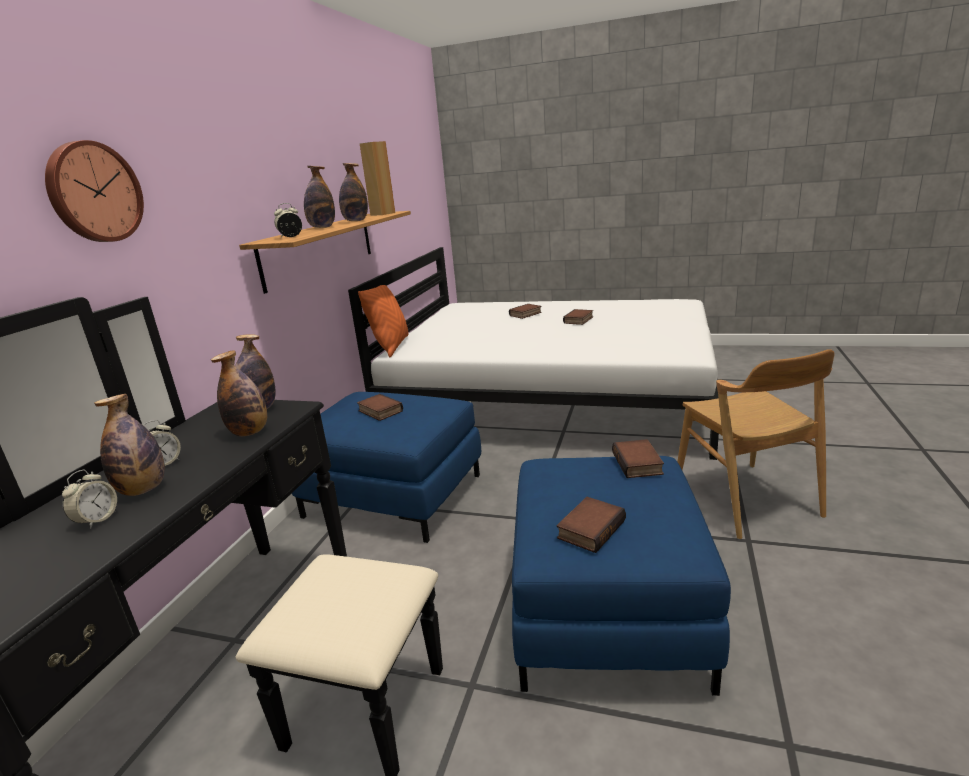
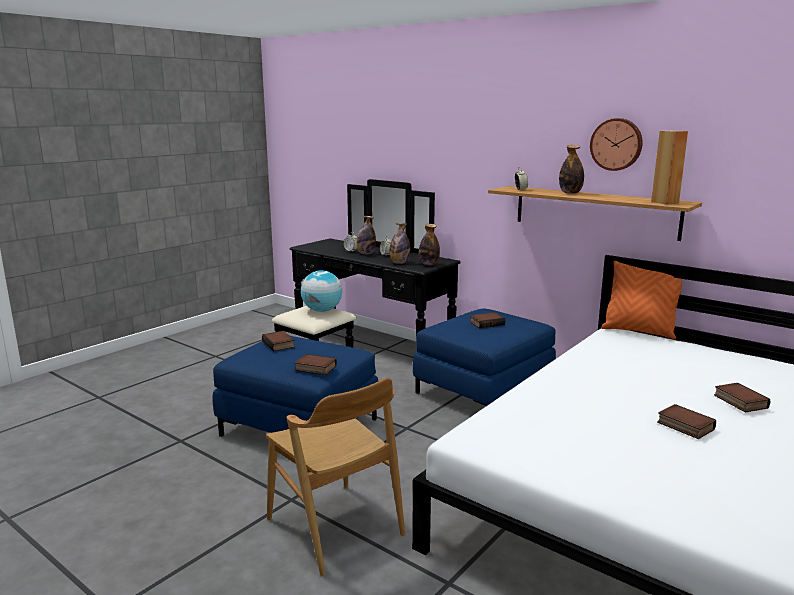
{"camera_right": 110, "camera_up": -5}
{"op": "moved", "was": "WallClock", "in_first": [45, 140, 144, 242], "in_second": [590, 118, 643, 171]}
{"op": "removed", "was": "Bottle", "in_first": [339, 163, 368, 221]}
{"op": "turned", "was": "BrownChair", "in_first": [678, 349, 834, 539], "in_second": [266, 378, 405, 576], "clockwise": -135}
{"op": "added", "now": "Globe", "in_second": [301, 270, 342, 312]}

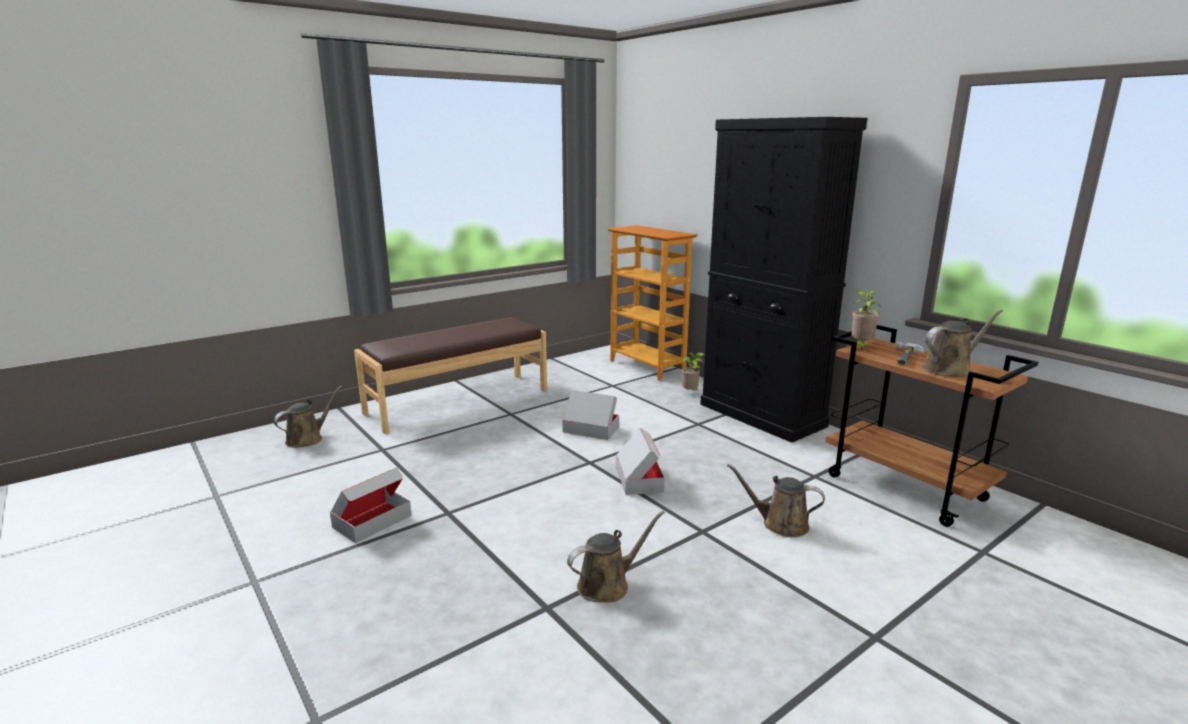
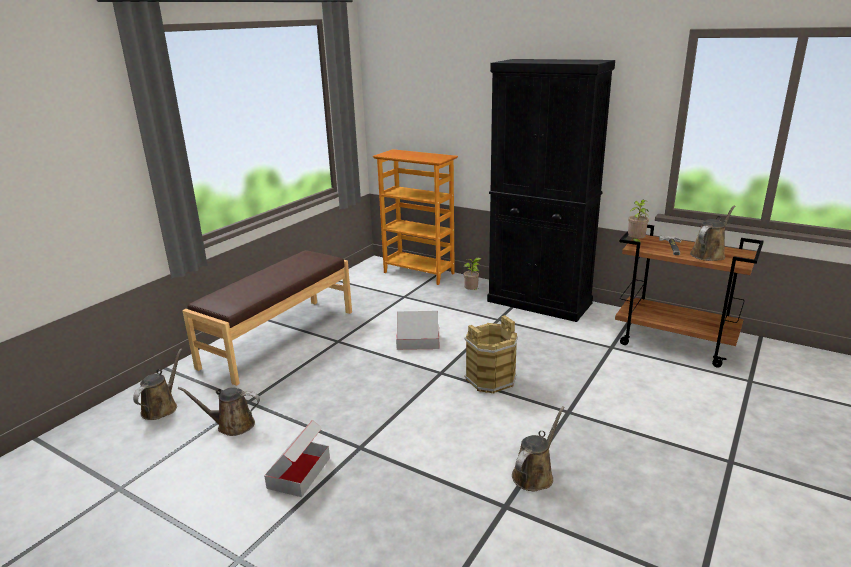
{"camera_right": -20, "camera_up": 5}
{"op": "replaced", "was": "CardboardBox", "now": "BrownBucket", "in_first": [616, 428, 664, 495], "in_second": [464, 315, 518, 393]}
{"op": "moved", "was": "BrownWateringCan", "in_first": [727, 464, 825, 537], "in_second": [178, 387, 260, 436]}

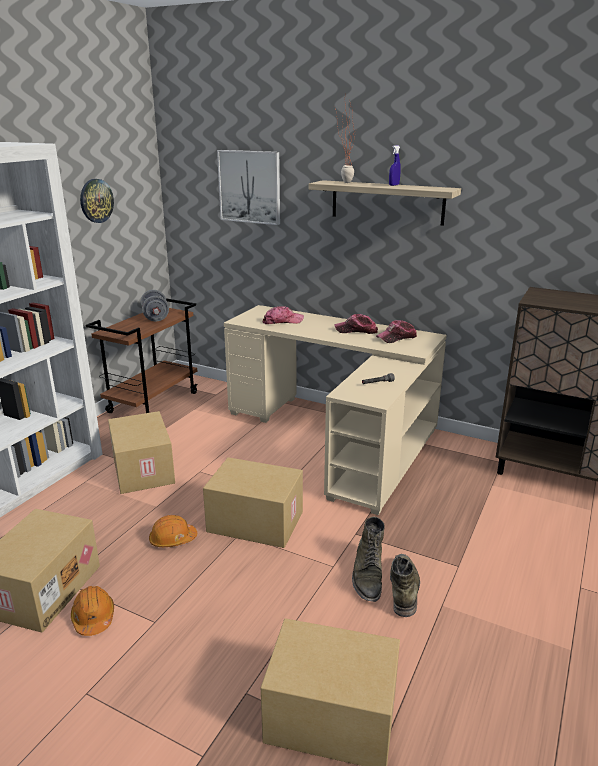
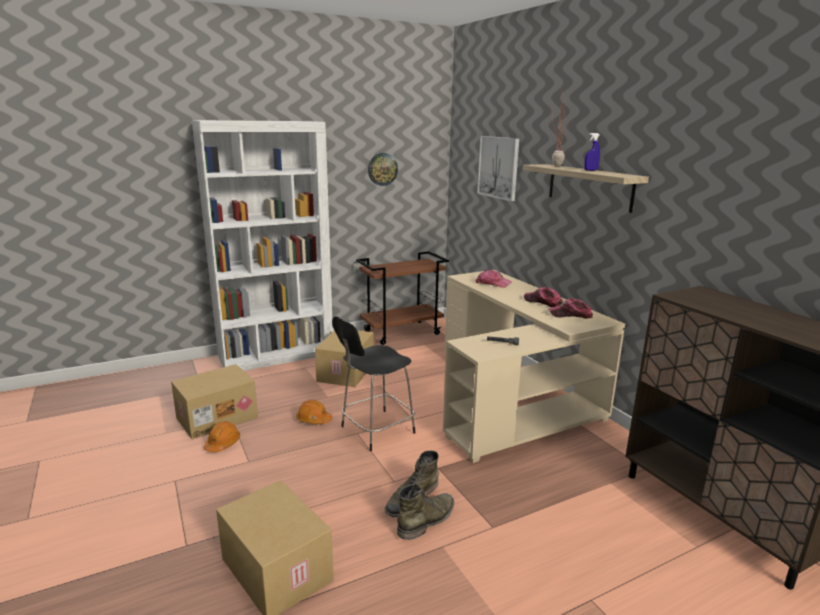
{"camera_right": 35, "camera_up": -5}
{"op": "removed", "was": "GreyDumbbell", "in_first": [141, 290, 169, 322]}
{"op": "replaced", "was": "CardboardBox", "now": "BlackChair", "in_first": [203, 457, 303, 548], "in_second": [332, 316, 415, 451]}

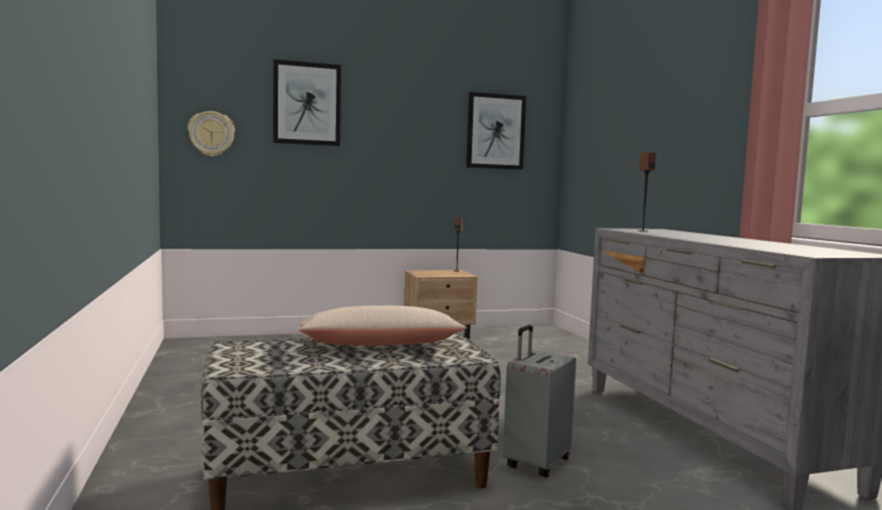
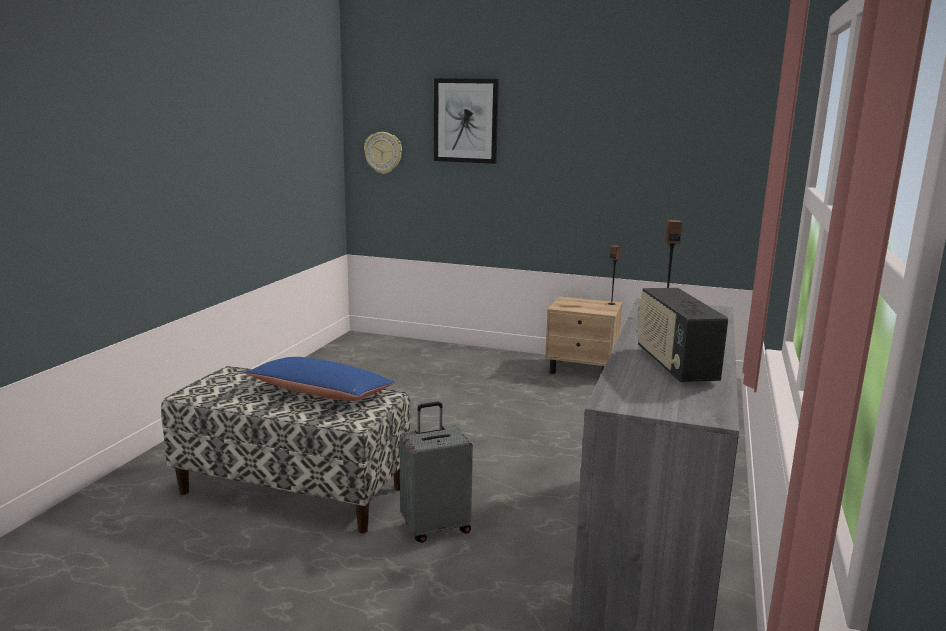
{"camera_right": 35, "camera_up": 10}
{"op": "removed", "was": "Picture", "in_first": [466, 92, 526, 170]}
{"op": "recoloured", "was": "BeigePillow", "now": "BluePillow", "in_first": [298, 306, 467, 346], "in_second": [244, 357, 395, 401]}
{"op": "added", "now": "Radio", "in_second": [637, 288, 728, 382]}

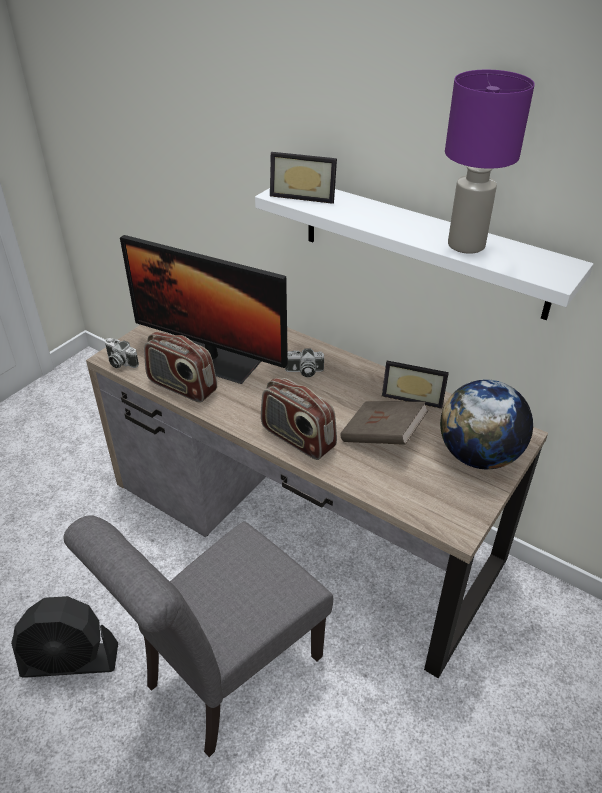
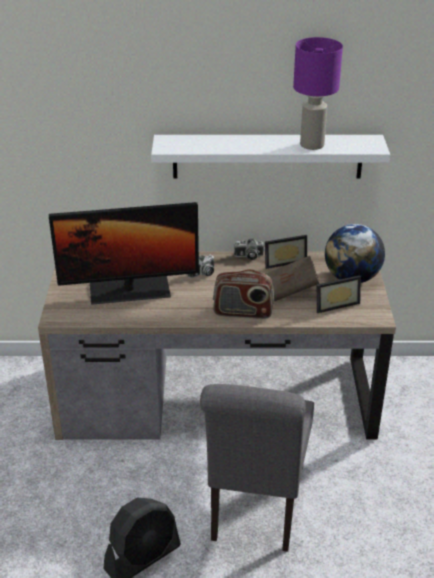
{"camera_right": -35, "camera_up": -5}
{"op": "moved", "was": "PictureFrame", "in_first": [270, 152, 337, 204], "in_second": [317, 275, 361, 313]}
{"op": "removed", "was": "Radio", "in_first": [144, 332, 217, 403]}
{"op": "moved", "was": "PhotoCamera", "in_first": [105, 338, 139, 368], "in_second": [234, 239, 264, 260]}

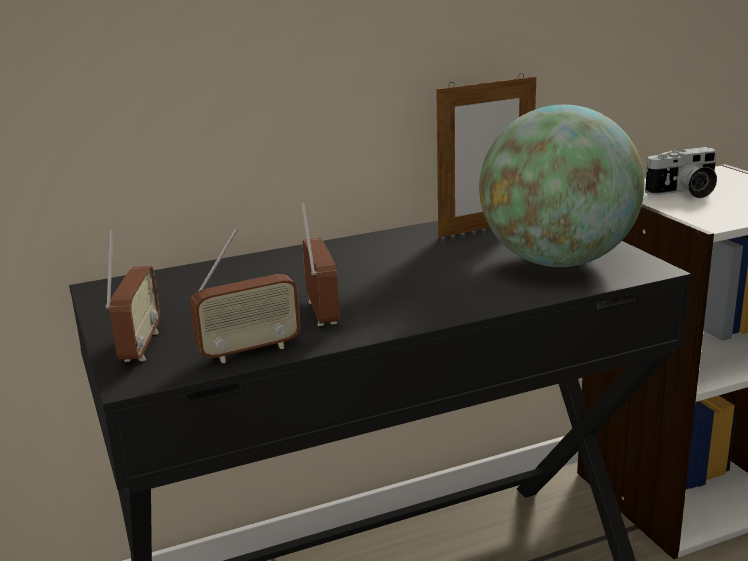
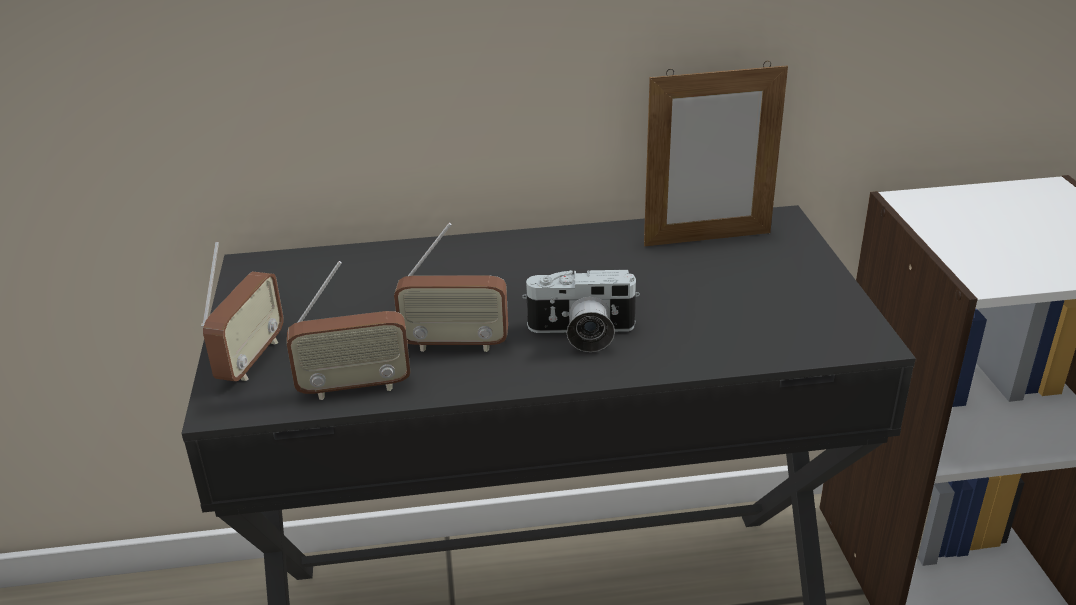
{"camera_right": 15, "camera_up": 10}
{"op": "removed", "was": "Globe", "in_first": [479, 105, 645, 267]}
{"op": "moved", "was": "PhotoCamera", "in_first": [645, 147, 717, 198], "in_second": [522, 269, 640, 352]}
{"op": "turned", "was": "Radio", "in_first": [301, 203, 340, 326], "in_second": [394, 223, 508, 352], "clockwise": 90}

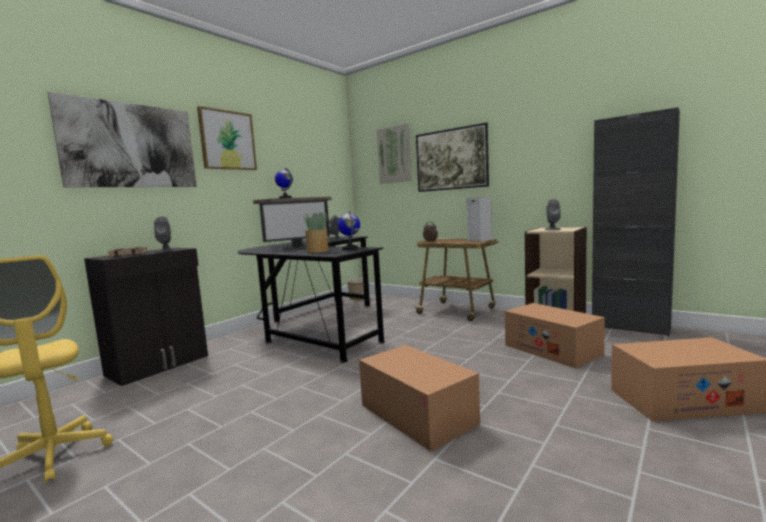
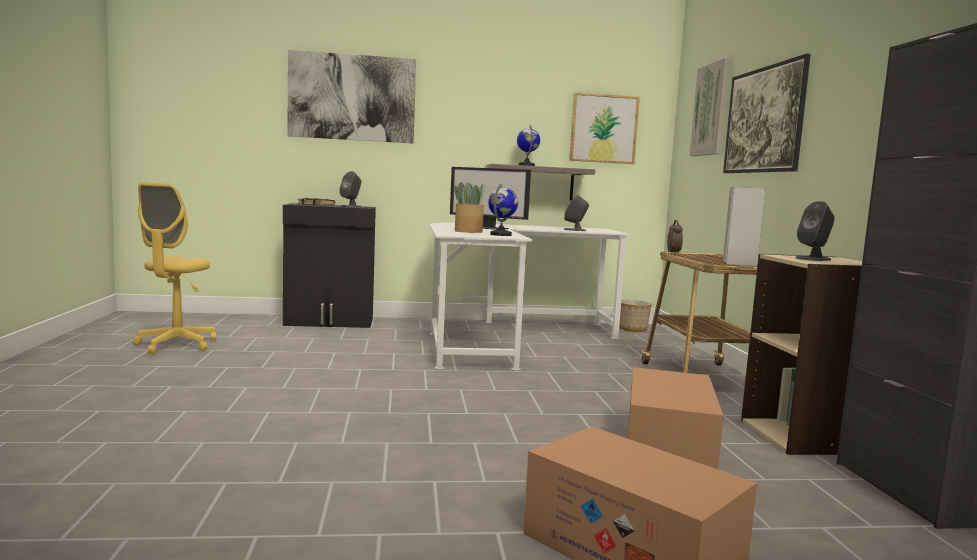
{"camera_right": 45, "camera_up": 0}
{"op": "moved", "was": "Picture", "in_first": [197, 106, 257, 170], "in_second": [569, 92, 640, 164]}
{"op": "recoloured", "was": "BlackDesk", "now": "WhiteDesk", "in_first": [238, 236, 385, 363], "in_second": [430, 223, 630, 371]}
{"op": "removed", "was": "CardboardBox", "in_first": [359, 345, 480, 452]}

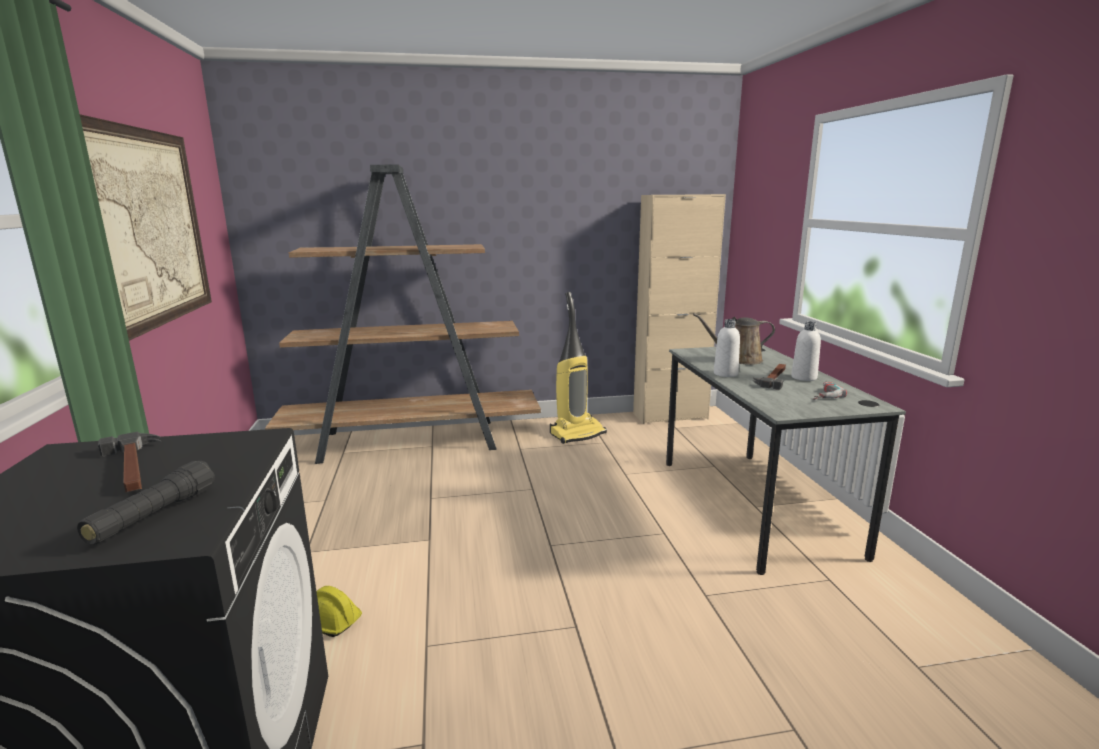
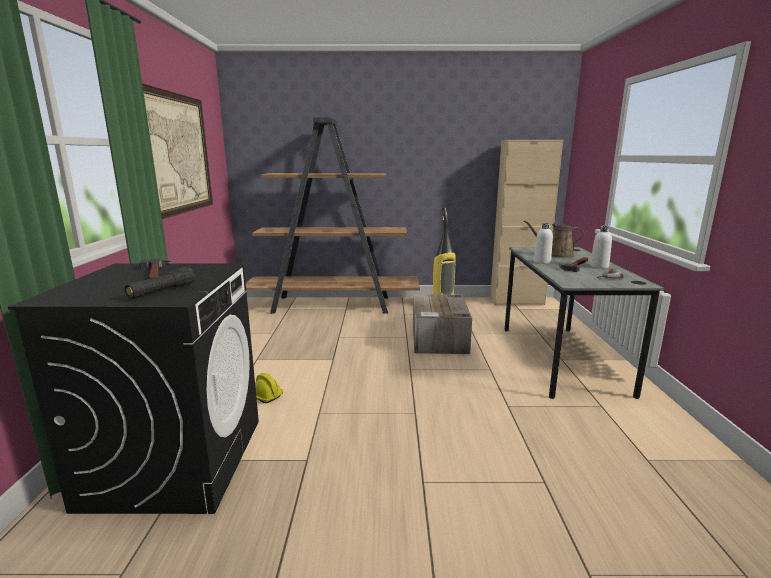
{"camera_right": 10, "camera_up": 0}
{"op": "added", "now": "CardboardBox", "in_second": [413, 294, 472, 354]}

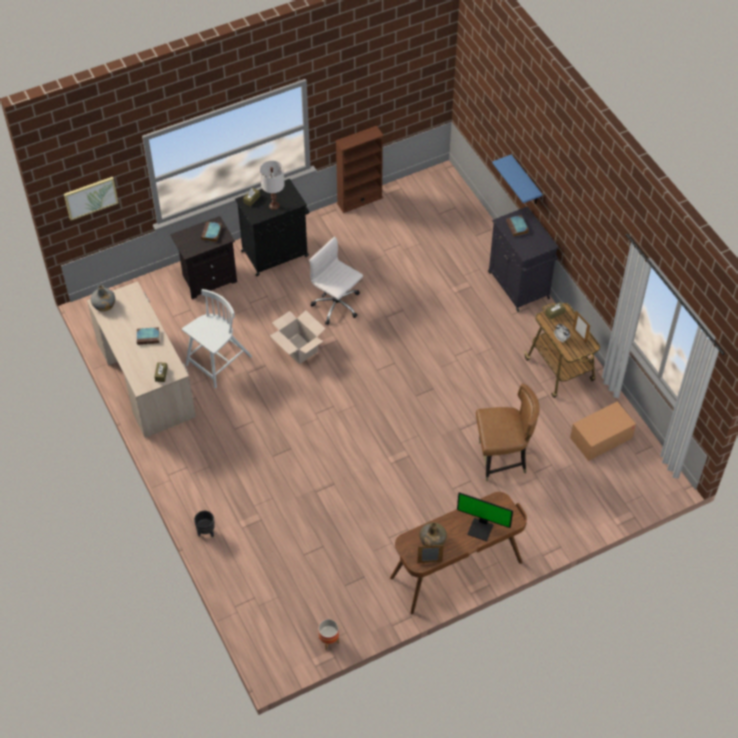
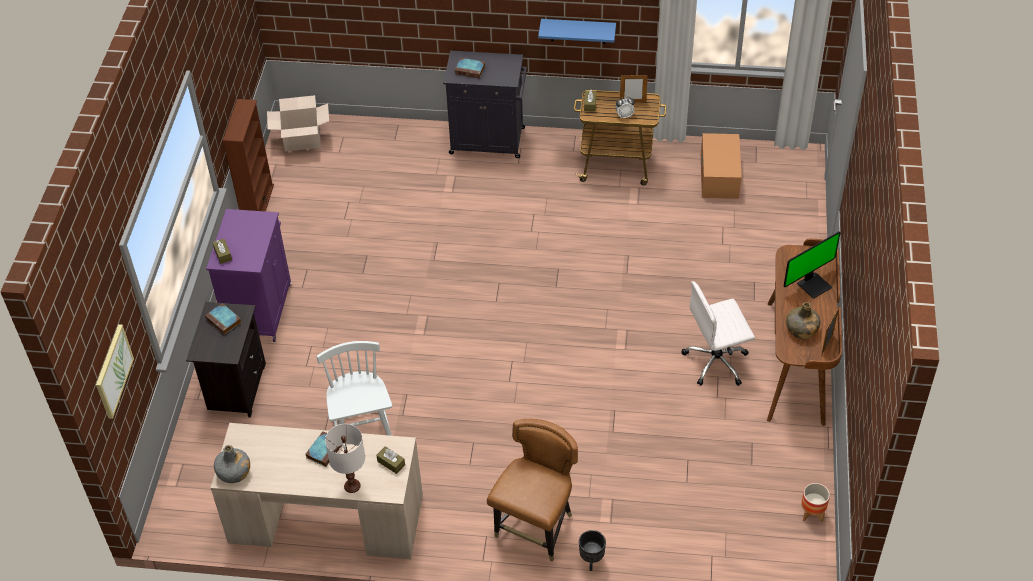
{"camera_right": -55, "camera_up": -5}
{"op": "moved", "was": "BlueShelf", "in_first": [492, 154, 543, 204], "in_second": [538, 19, 616, 44]}
{"op": "moved", "was": "WhiteTableLamp", "in_first": [260, 160, 285, 210], "in_second": [325, 424, 365, 493]}
{"op": "recoloured", "was": "BlackCabinet", "now": "PurpleCabinet", "in_first": [235, 179, 309, 276], "in_second": [206, 209, 291, 342]}
{"op": "moved", "was": "WhiteOfficeChair", "in_first": [309, 236, 363, 325], "in_second": [682, 281, 755, 386]}
{"op": "moved", "was": "CardboardBox", "in_first": [270, 310, 326, 364], "in_second": [267, 95, 329, 152]}
{"op": "moved", "was": "BrownChair", "in_first": [476, 383, 540, 481], "in_second": [487, 419, 578, 562]}

